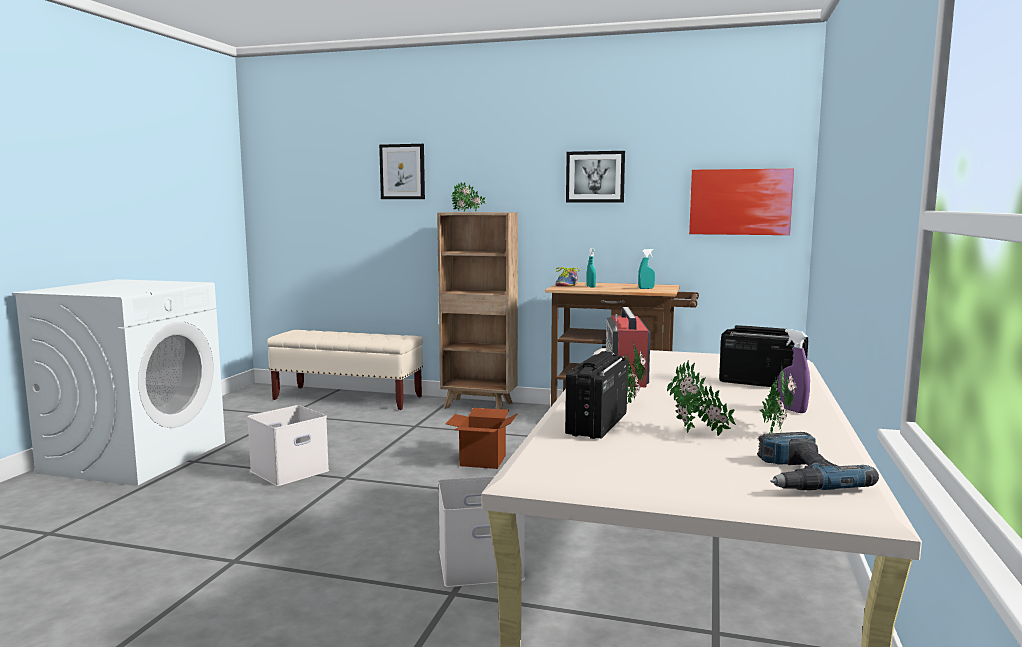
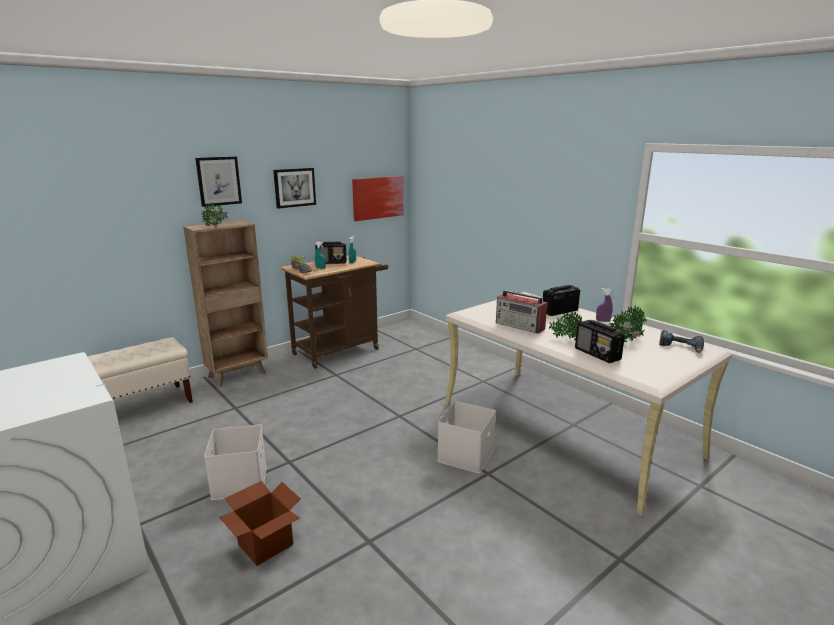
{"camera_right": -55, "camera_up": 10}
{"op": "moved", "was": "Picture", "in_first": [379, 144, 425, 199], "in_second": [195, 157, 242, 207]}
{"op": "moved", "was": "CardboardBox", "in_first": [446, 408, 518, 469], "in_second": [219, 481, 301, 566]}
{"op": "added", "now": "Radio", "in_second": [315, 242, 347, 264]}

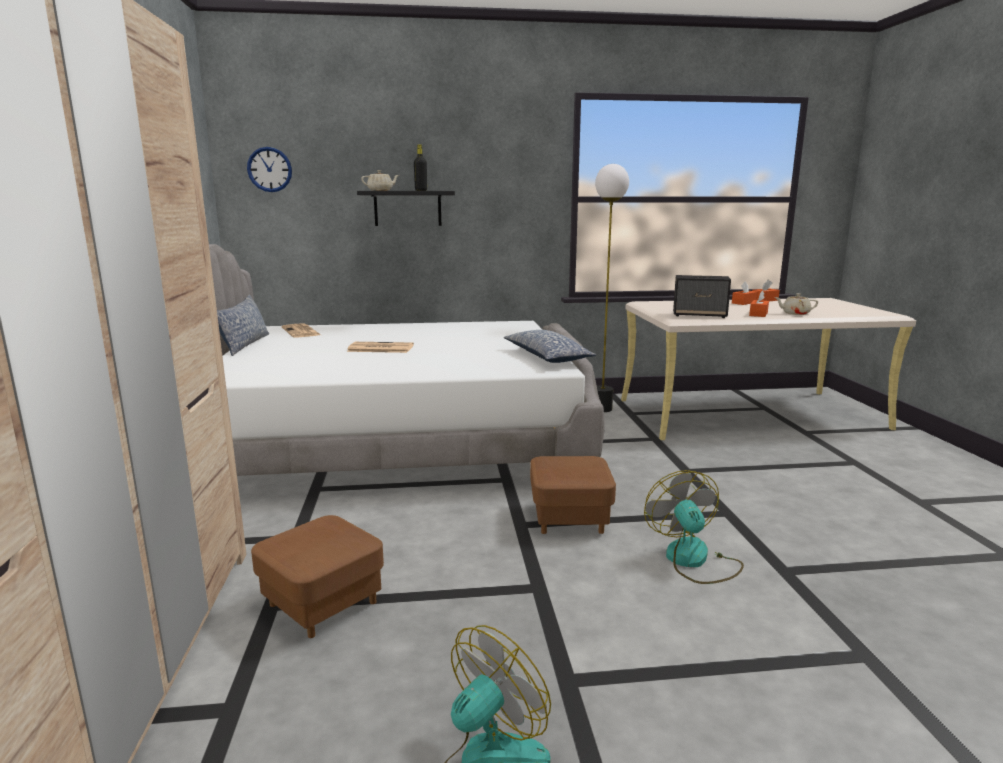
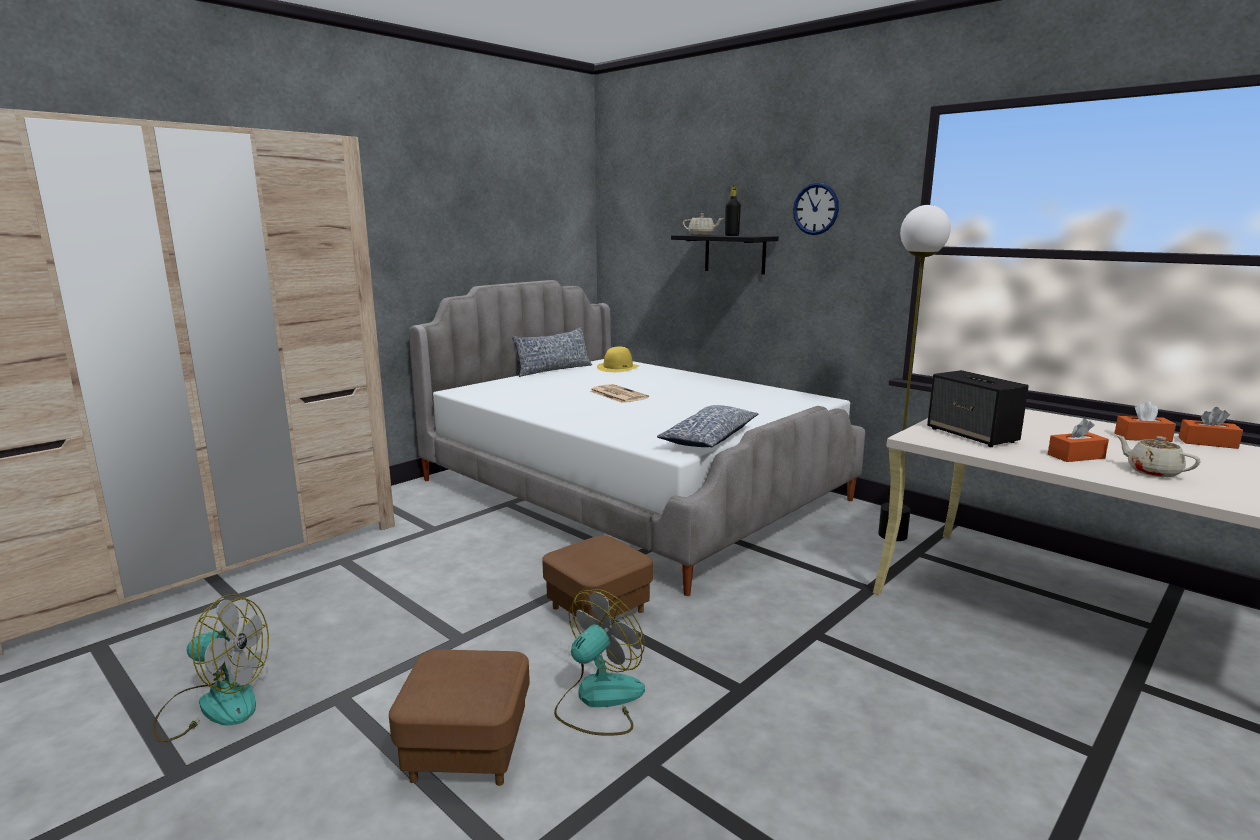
{"camera_right": 50, "camera_up": 0}
{"op": "moved", "was": "WallClock", "in_first": [247, 147, 292, 192], "in_second": [793, 183, 839, 235]}
{"op": "replaced", "was": "Newspaper", "now": "YellowHat", "in_first": [282, 323, 321, 338], "in_second": [597, 346, 639, 372]}
{"op": "moved", "was": "BrownOttoman", "in_first": [251, 515, 384, 638], "in_second": [389, 649, 530, 786]}

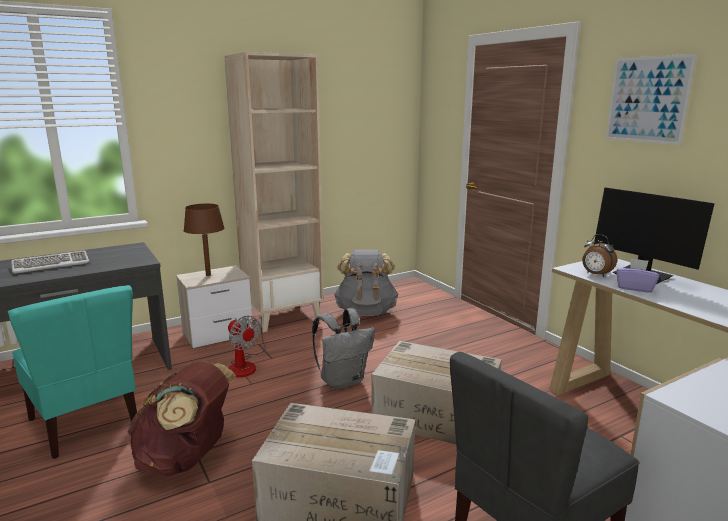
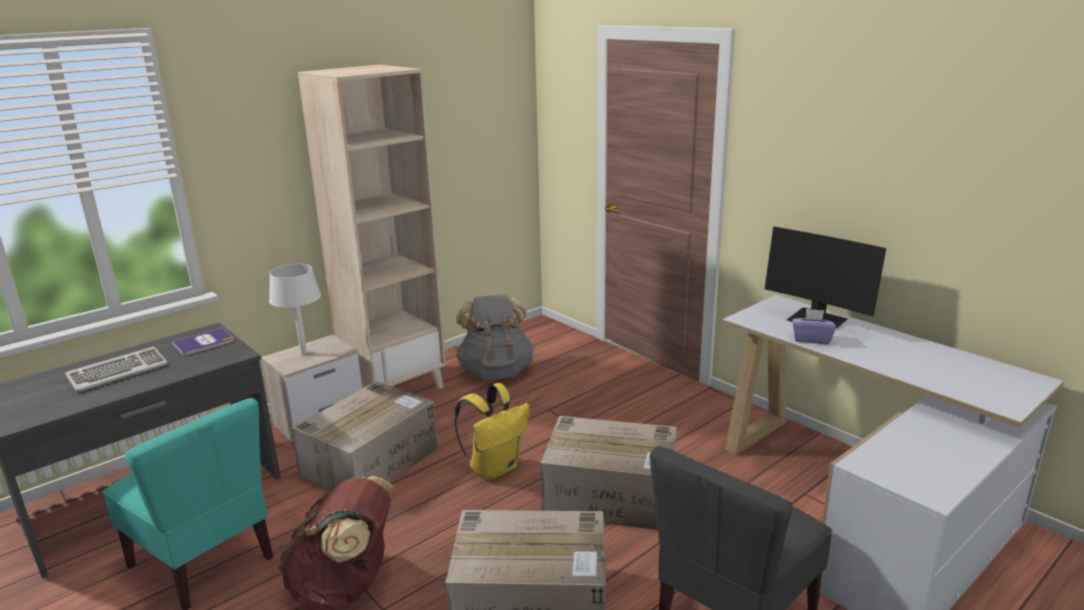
{"camera_right": -10, "camera_up": 5}
{"op": "removed", "was": "Picture", "in_first": [606, 54, 697, 145]}
{"op": "recoloured", "was": "BrownTableLamp", "now": "WhiteTableLamp", "in_first": [184, 203, 224, 276], "in_second": [269, 264, 321, 355]}
{"op": "removed", "was": "AlarmClock", "in_first": [582, 234, 617, 277]}
{"op": "recoloured", "was": "GreyBackpack", "now": "YellowBackpack", "in_first": [312, 308, 375, 390], "in_second": [454, 383, 530, 480]}
{"op": "replaced", "was": "Fan", "now": "CardboardBox", "in_first": [228, 316, 266, 377], "in_second": [291, 381, 438, 492]}
{"op": "added", "now": "Book", "in_second": [172, 328, 234, 355]}

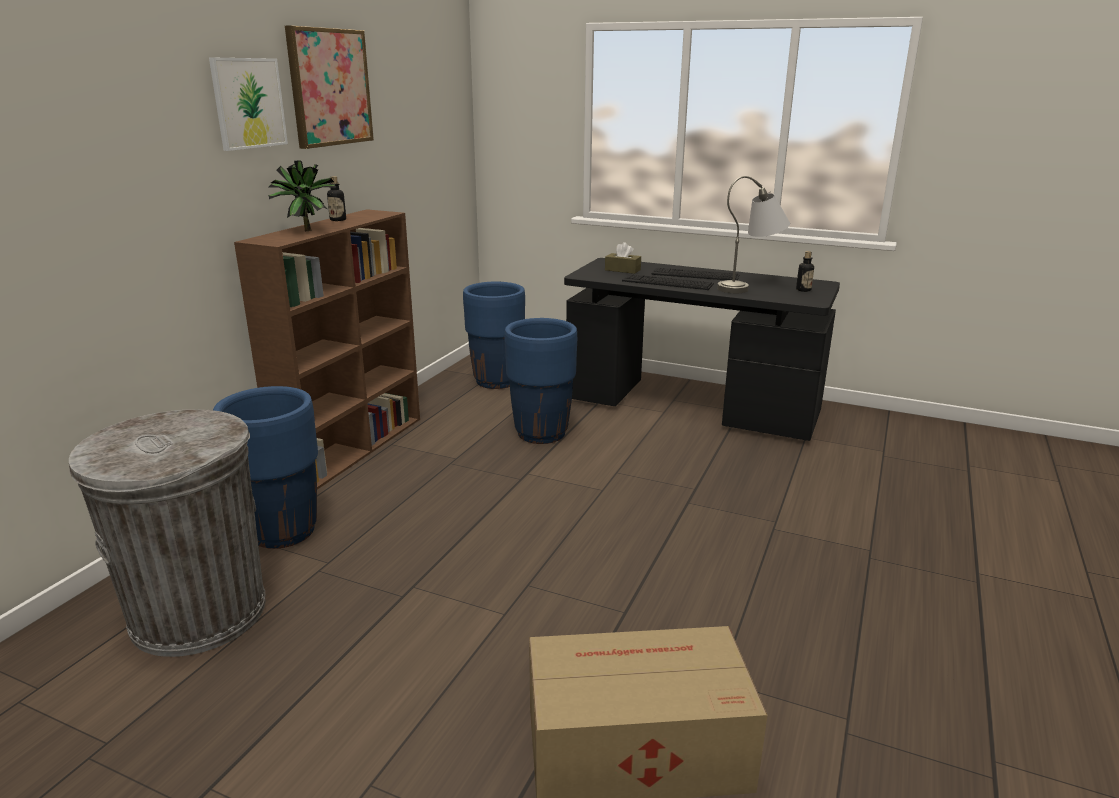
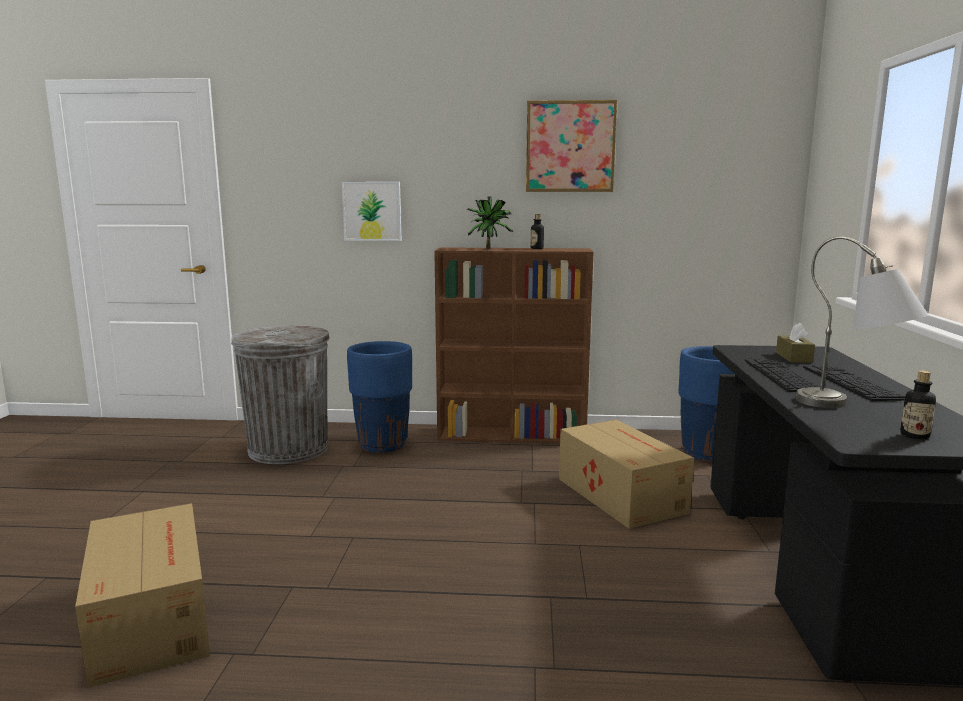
{"camera_right": 70, "camera_up": -10}
{"op": "moved", "was": "Picture", "in_first": [209, 58, 288, 151], "in_second": [342, 182, 402, 241]}
{"op": "replaced", "was": "BluePlanter", "now": "CardboardBox", "in_first": [505, 318, 577, 444], "in_second": [559, 420, 694, 529]}

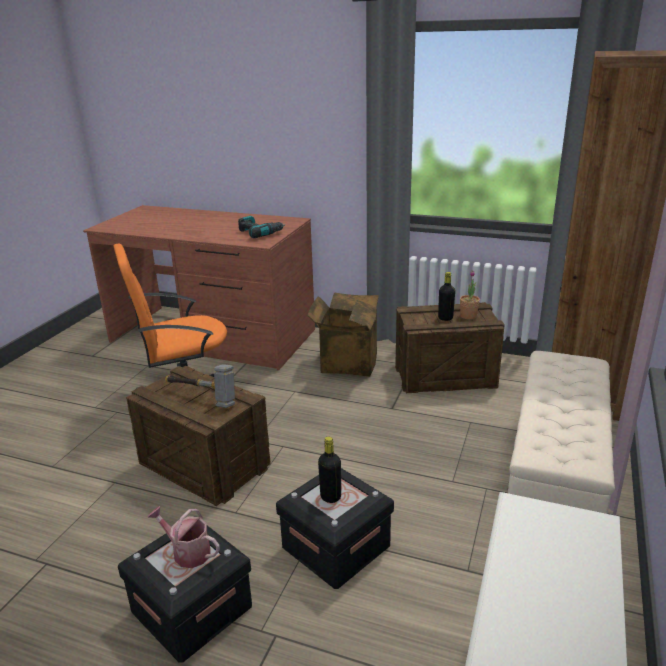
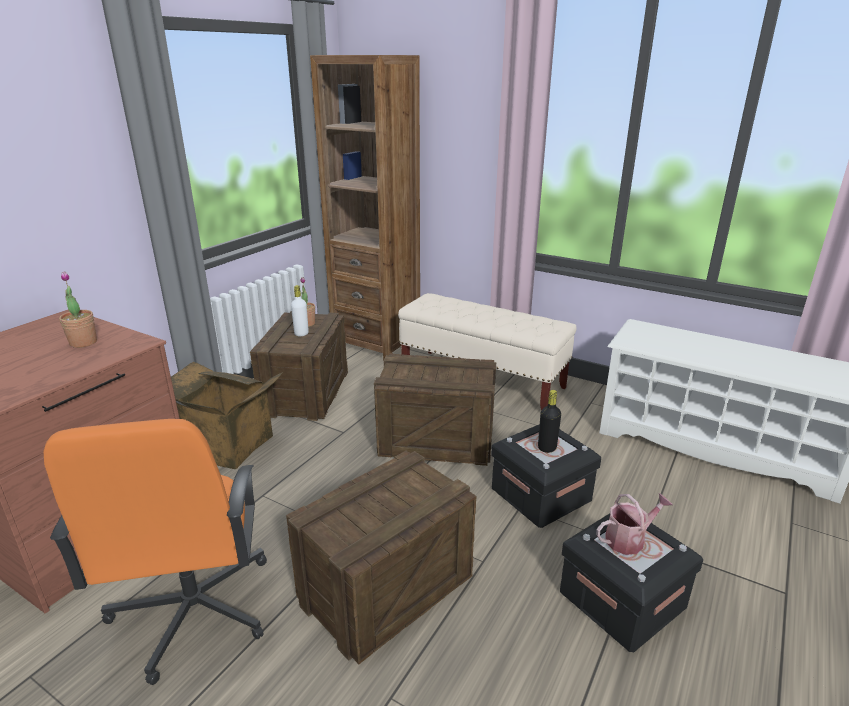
{"camera_right": -80, "camera_up": 0}
{"op": "replaced", "was": "PowerDrill", "now": "PottedPlant", "in_first": [238, 216, 285, 238], "in_second": [59, 271, 97, 348]}
{"op": "recoloured", "was": "BlackBottle", "now": "WhiteBottle", "in_first": [438, 272, 455, 321], "in_second": [291, 285, 309, 336]}
{"op": "removed", "was": "Hammer", "in_first": [165, 364, 235, 408]}
{"op": "turned", "was": "WateringCan", "in_first": [147, 506, 220, 568], "in_second": [596, 493, 673, 555], "clockwise": -150}
{"op": "added", "now": "Crate", "in_second": [374, 354, 496, 466]}

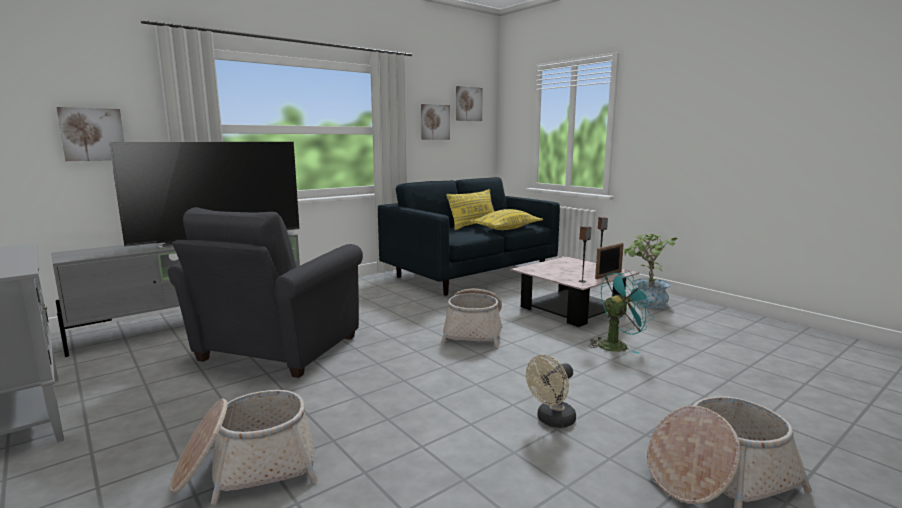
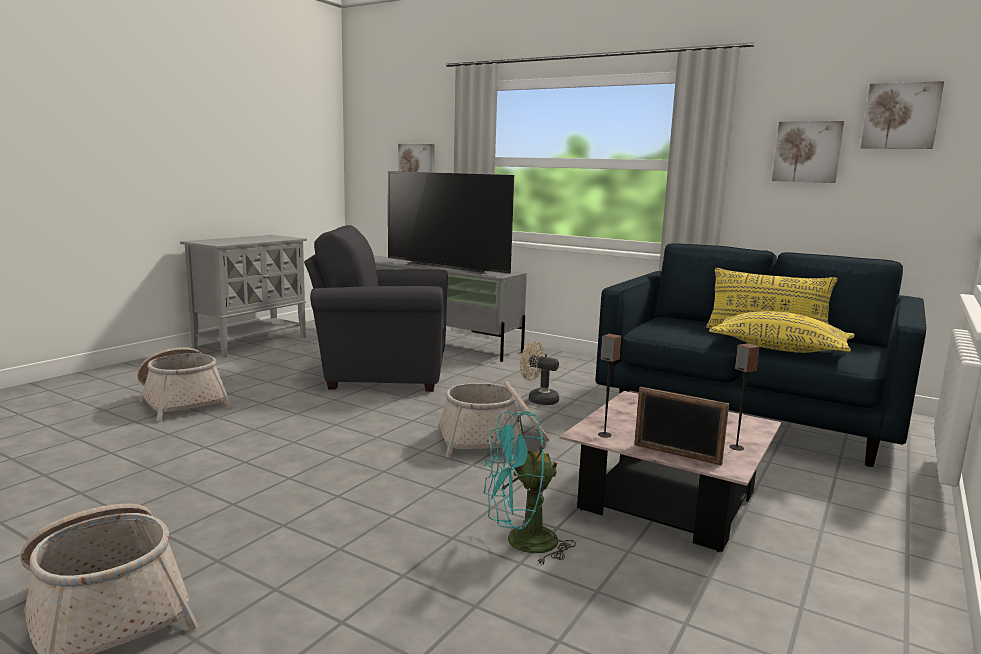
{"camera_right": 70, "camera_up": 0}
{"op": "removed", "was": "PottedPlant", "in_first": [623, 234, 682, 308]}
{"op": "turned", "was": "TurquoiseFan", "in_first": [589, 271, 654, 354], "in_second": [483, 411, 576, 565], "clockwise": 120}
{"op": "moved", "was": "BeigeFan", "in_first": [526, 355, 576, 428], "in_second": [520, 341, 559, 405]}

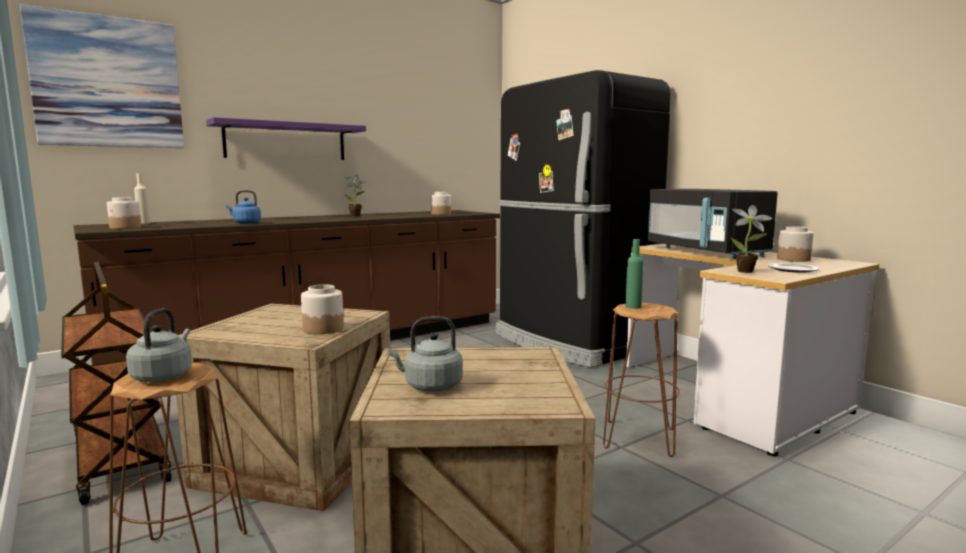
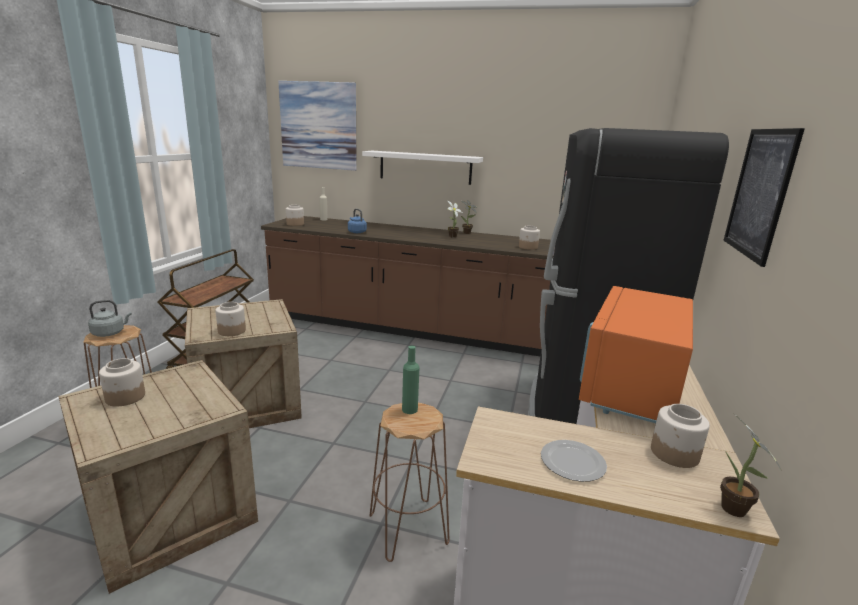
{"camera_right": 50, "camera_up": 10}
{"op": "recoloured", "was": "PurpleShelf", "now": "WhiteShelf", "in_first": [206, 117, 366, 160], "in_second": [362, 151, 483, 185]}
{"op": "recoloured", "was": "BlackMicrowave", "now": "OrangeMicrowave", "in_first": [648, 189, 778, 259], "in_second": [579, 286, 693, 423]}
{"op": "moved", "was": "PottedPlant", "in_first": [730, 205, 773, 273], "in_second": [720, 414, 782, 517]}
{"op": "replaced", "was": "GreyKettle", "now": "Jar", "in_first": [388, 316, 463, 391], "in_second": [99, 358, 145, 407]}
{"op": "added", "now": "Picture", "in_second": [723, 128, 805, 267]}

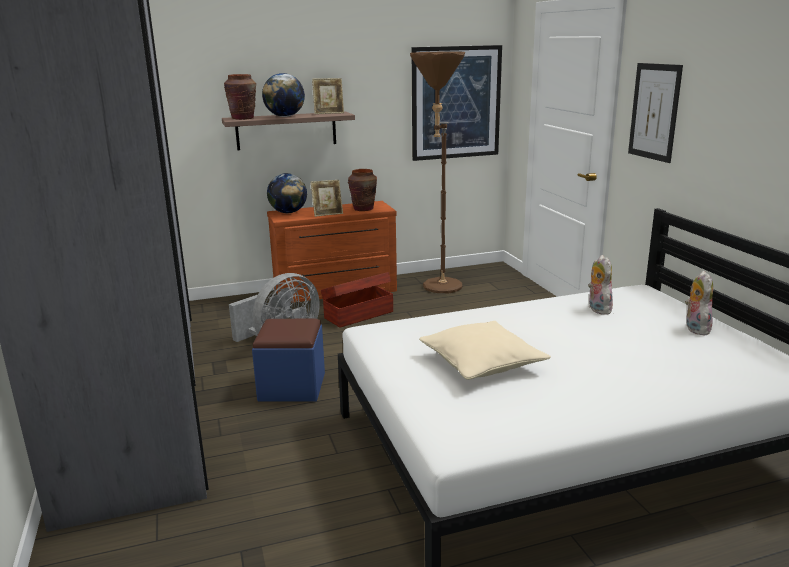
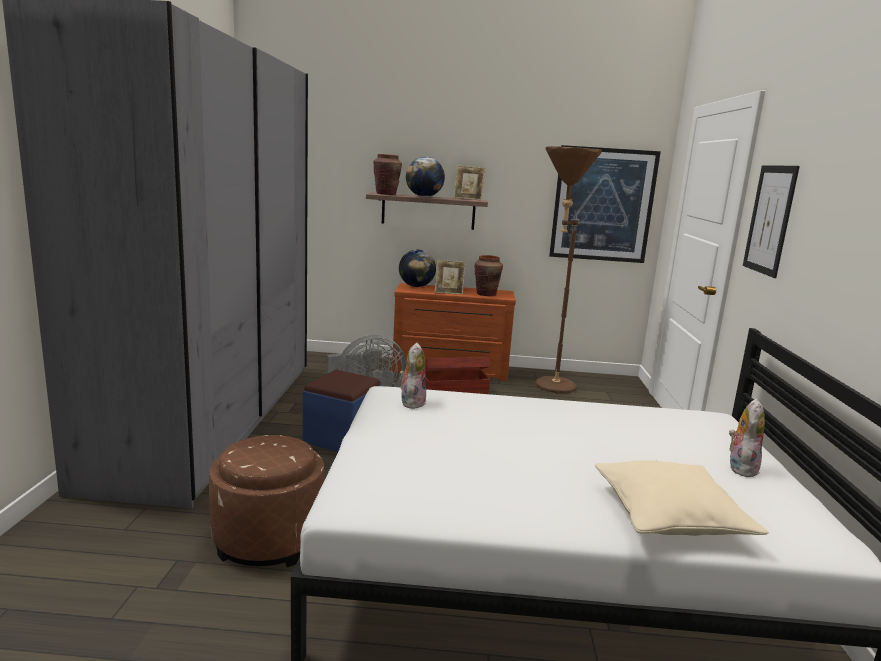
{"camera_right": 20, "camera_up": -5}
{"op": "moved", "was": "PlushToy", "in_first": [588, 255, 613, 315], "in_second": [399, 343, 426, 409]}
{"op": "moved", "was": "BeigePillow", "in_first": [419, 321, 551, 380], "in_second": [595, 460, 769, 536]}
{"op": "added", "now": "BrownOttoman", "in_second": [209, 435, 325, 567]}

